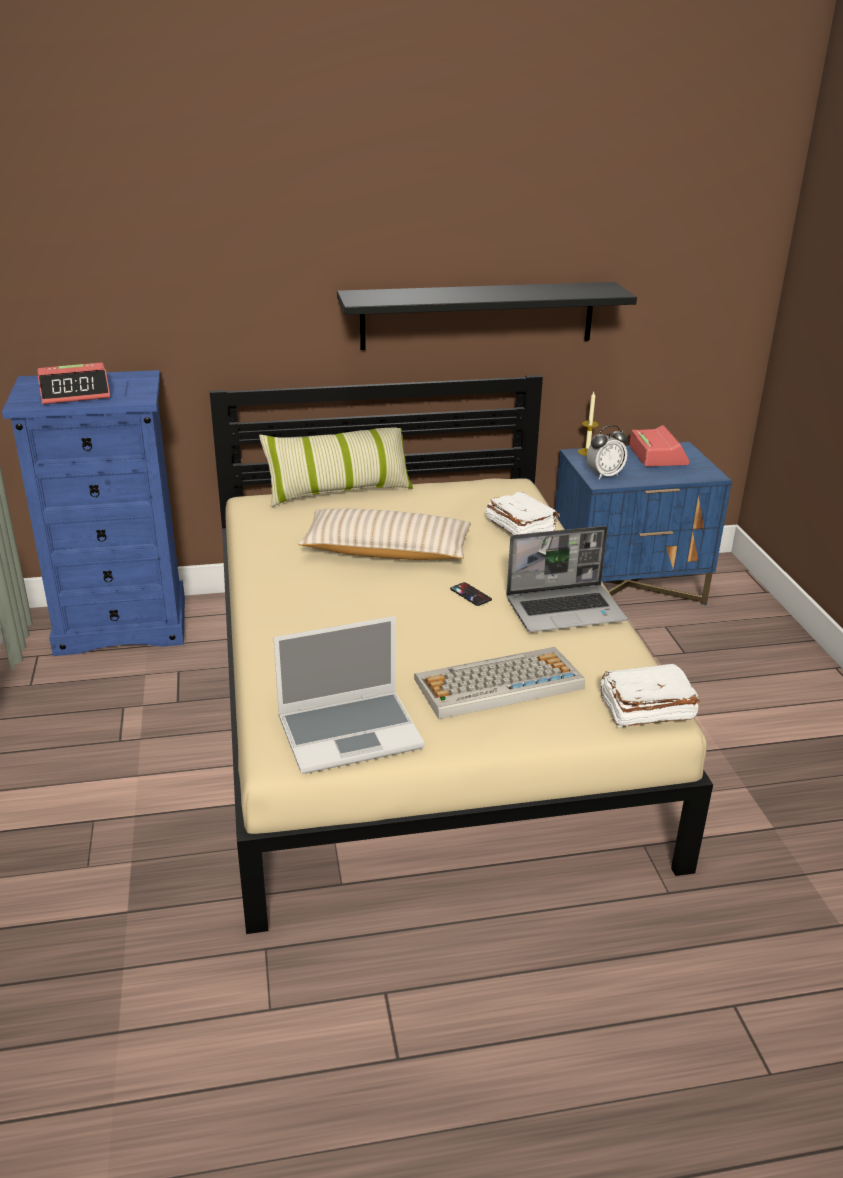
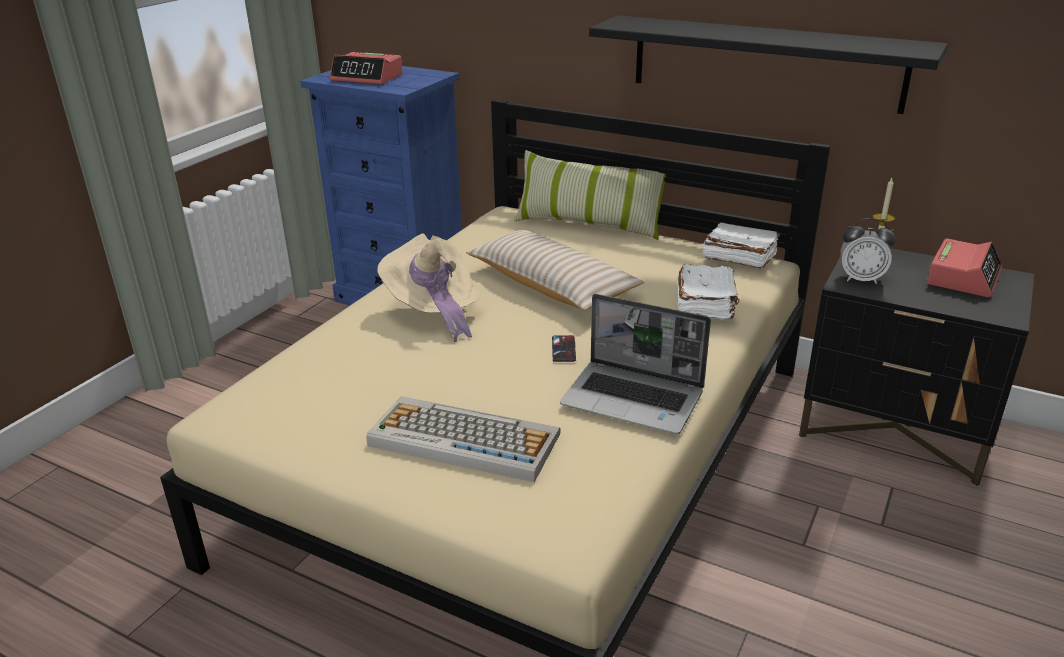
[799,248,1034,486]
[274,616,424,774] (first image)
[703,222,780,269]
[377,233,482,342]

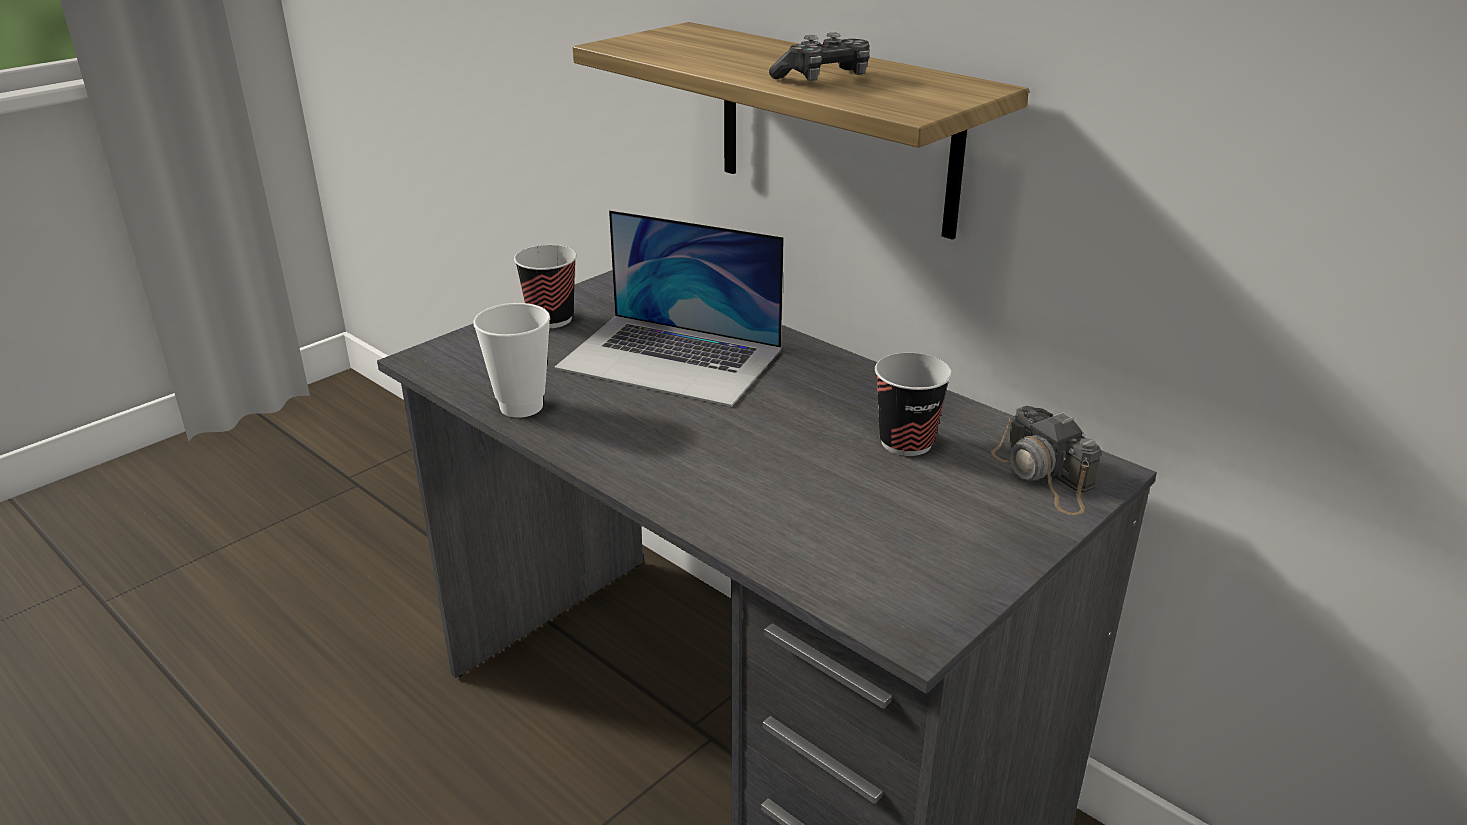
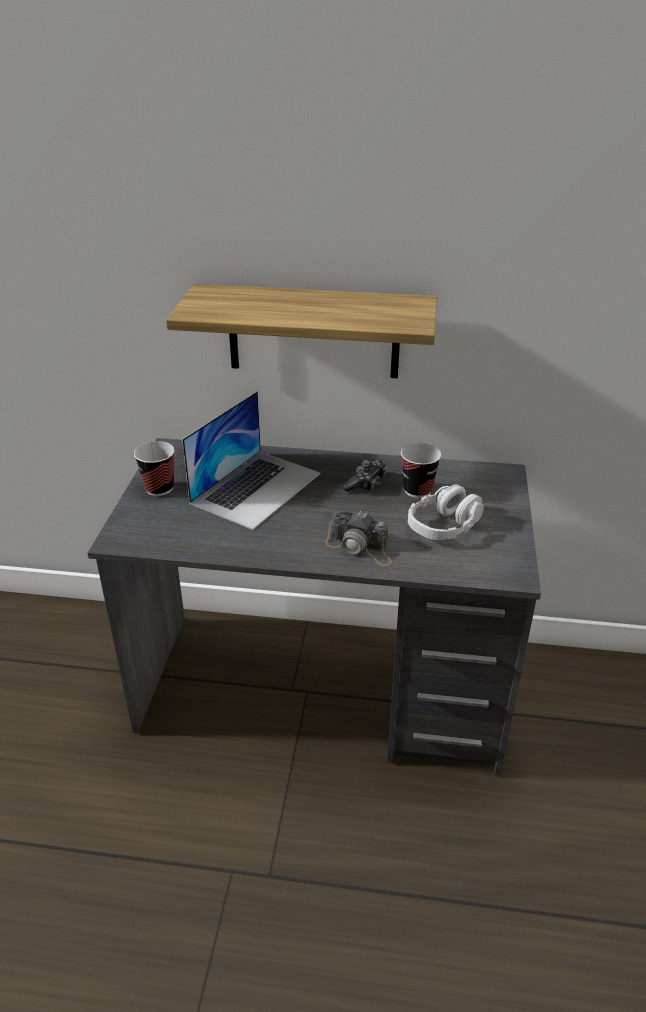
[342,459,387,492]
[182,391,320,530]
[473,303,550,418] (first image)
[325,511,392,566]
[408,484,484,540]

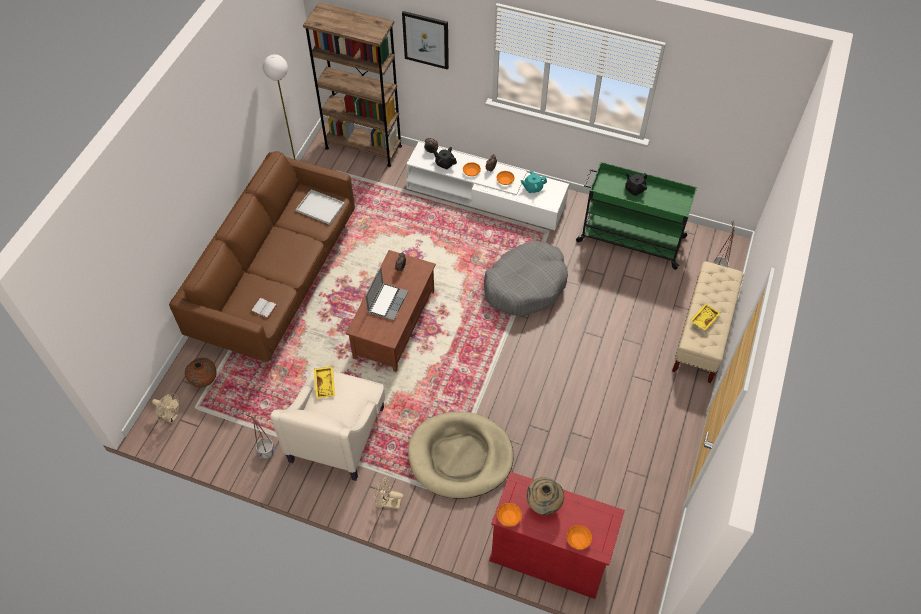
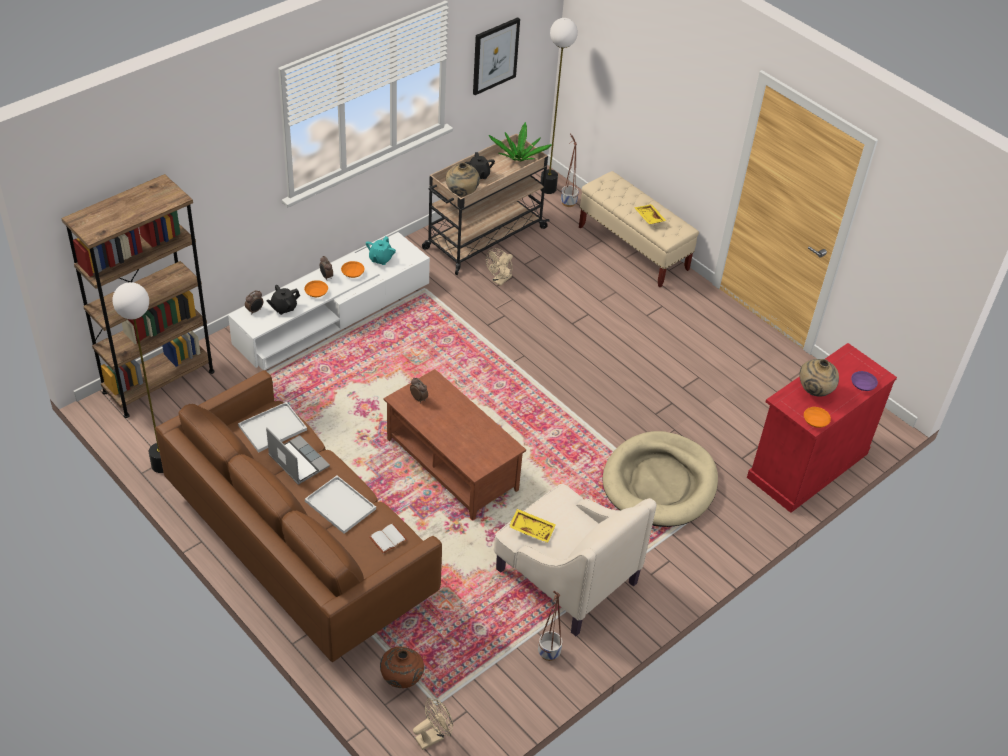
[473,17,520,95]
[422,134,549,275]
[484,240,568,316] (first image)
[266,427,330,485]
[486,248,513,286]
[851,371,878,391]
[540,18,578,194]
[489,122,552,162]
[446,163,480,197]
[305,476,376,534]

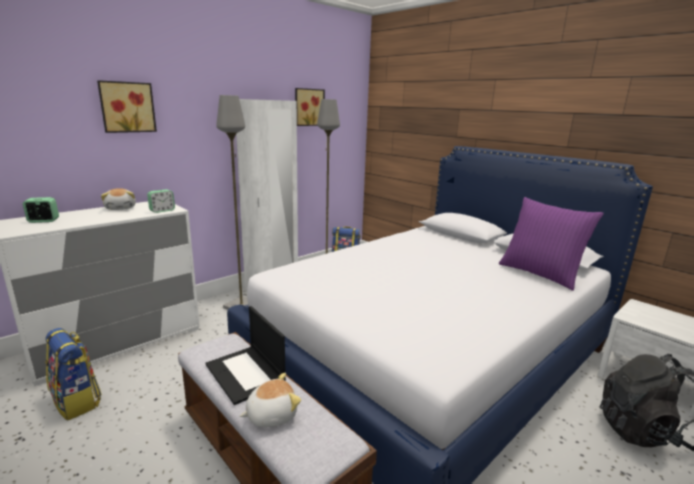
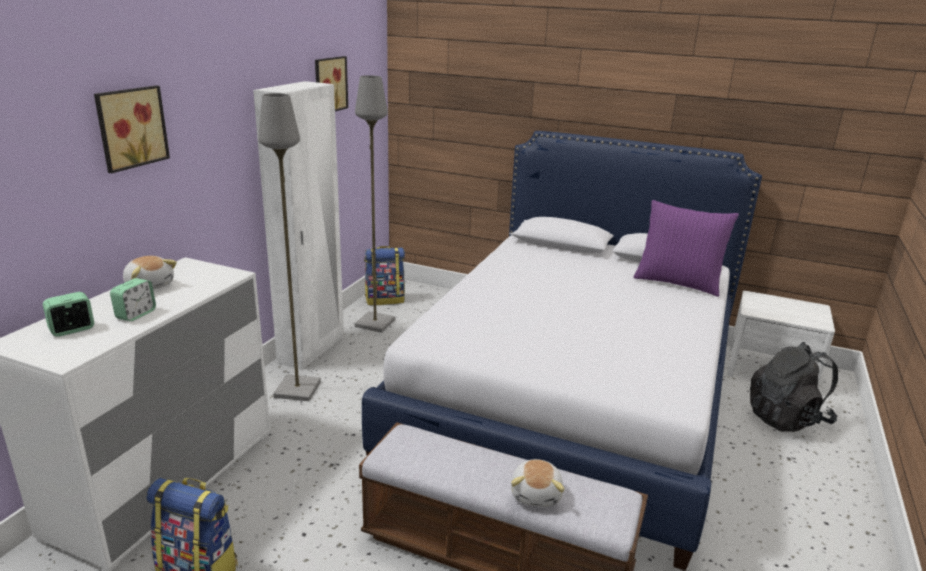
[110,278,156,321]
[206,306,286,405] (first image)
[511,459,565,507]

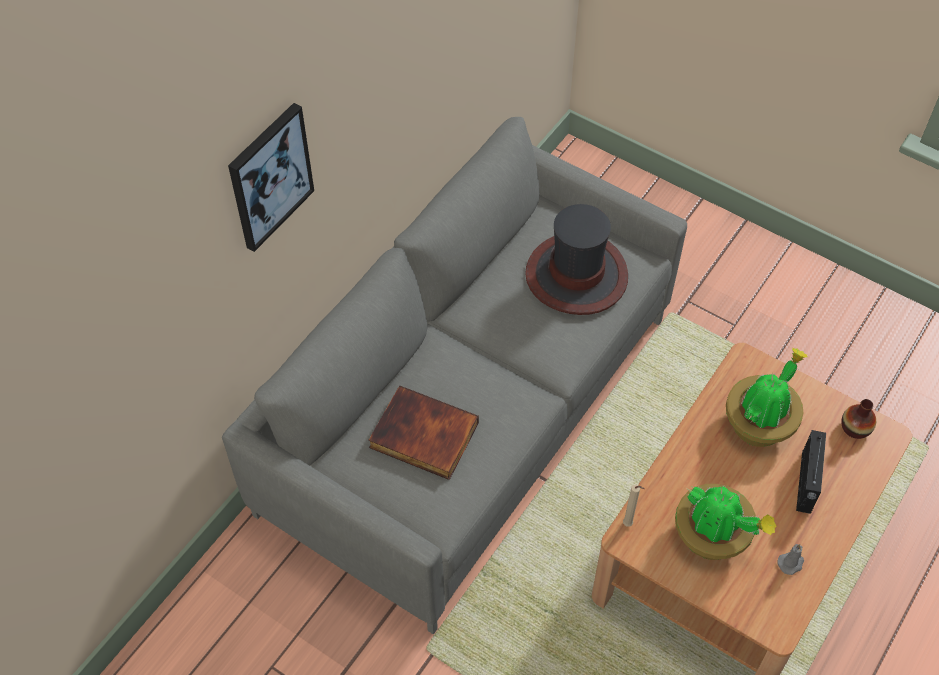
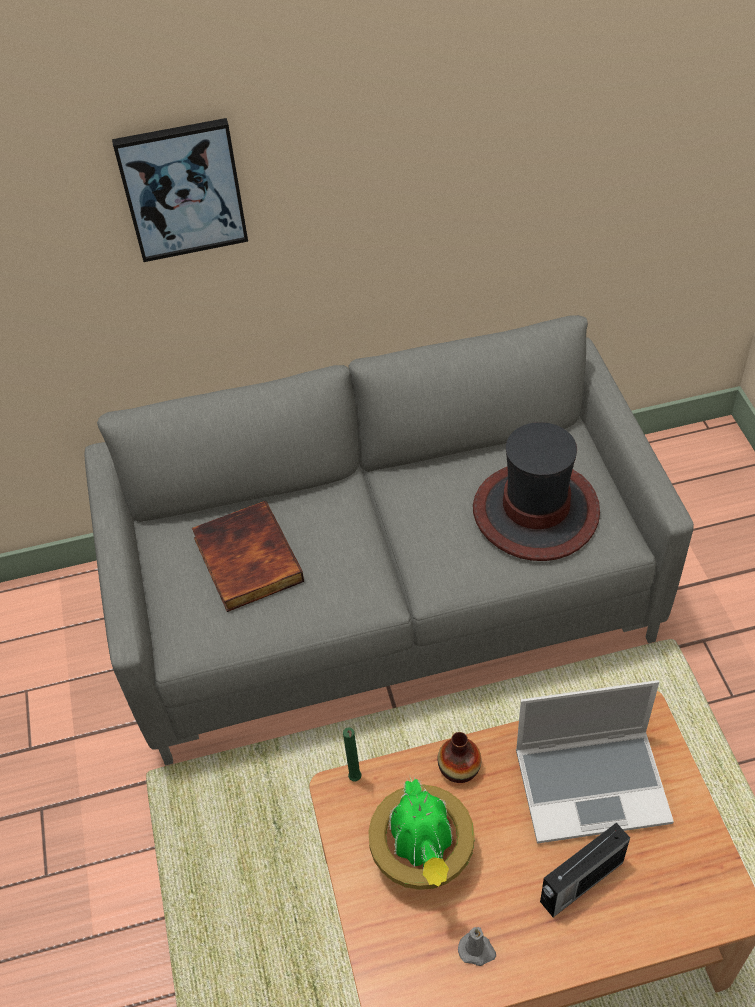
[516,680,674,844]
[438,732,481,783]
[343,728,362,782]

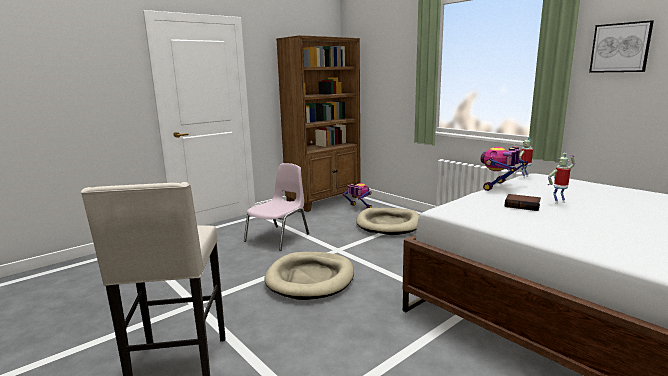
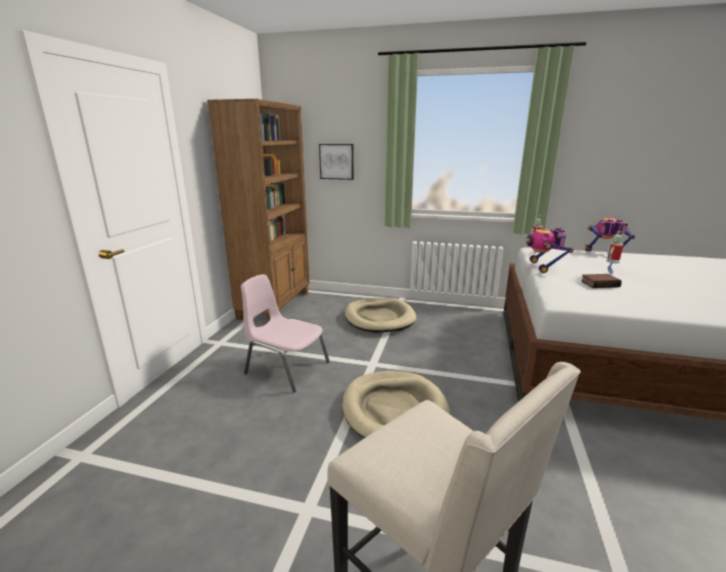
[319,144,354,180]
[241,275,330,392]
[585,218,635,251]

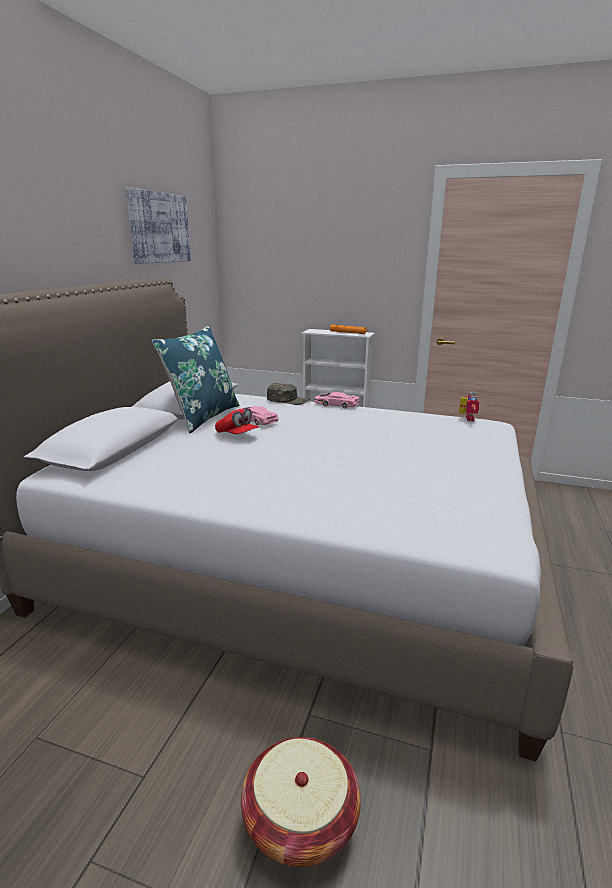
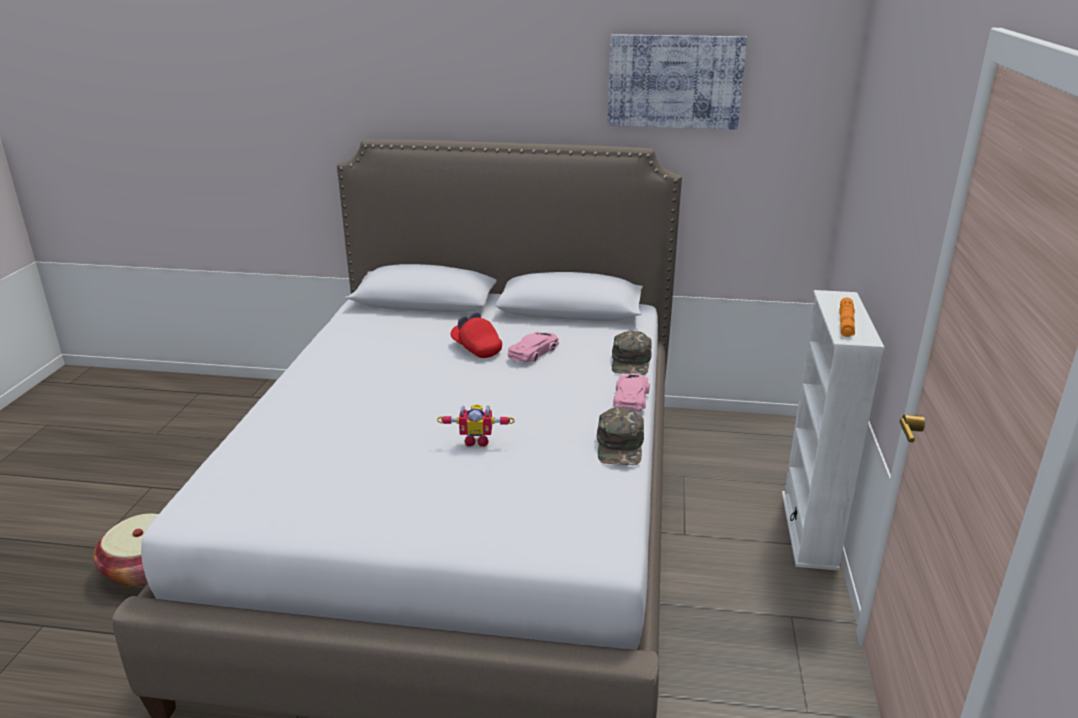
[152,325,240,433] (first image)
[437,404,515,447]
[451,312,502,358]
[597,407,644,465]

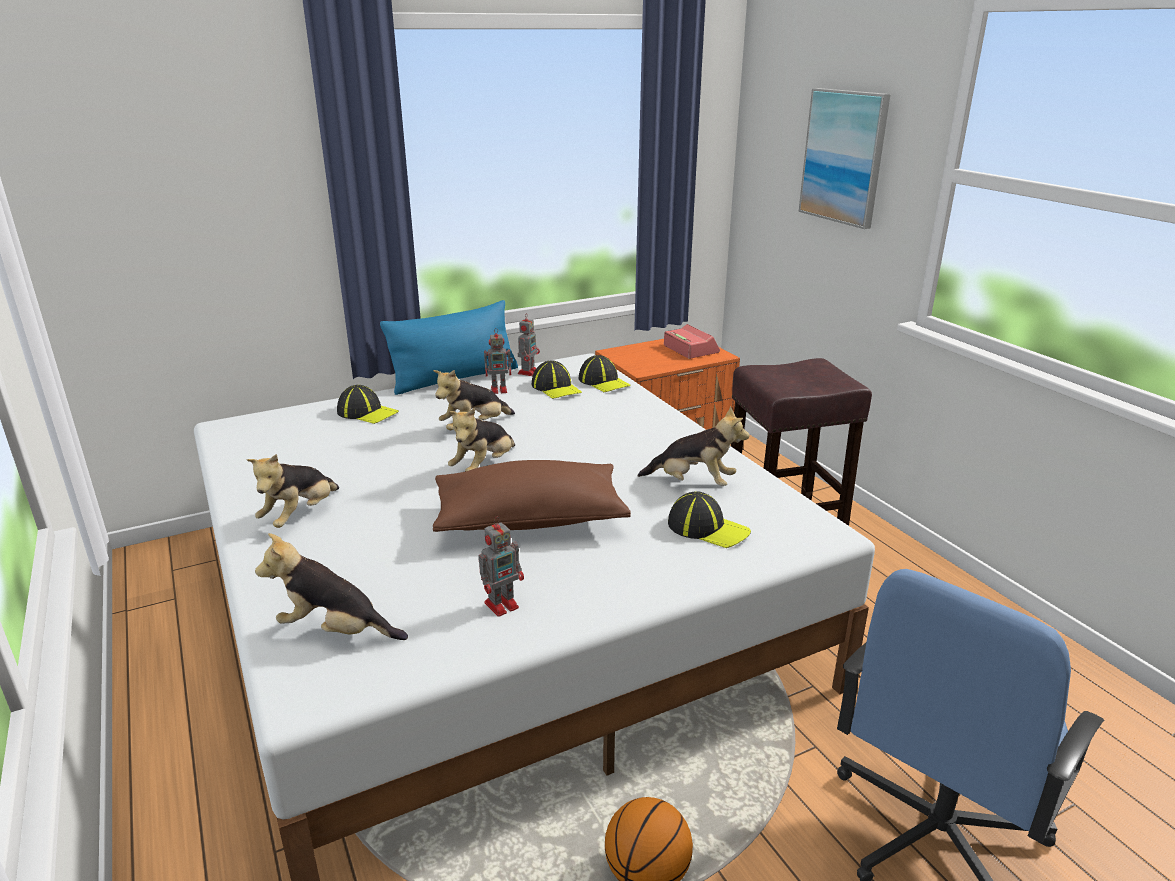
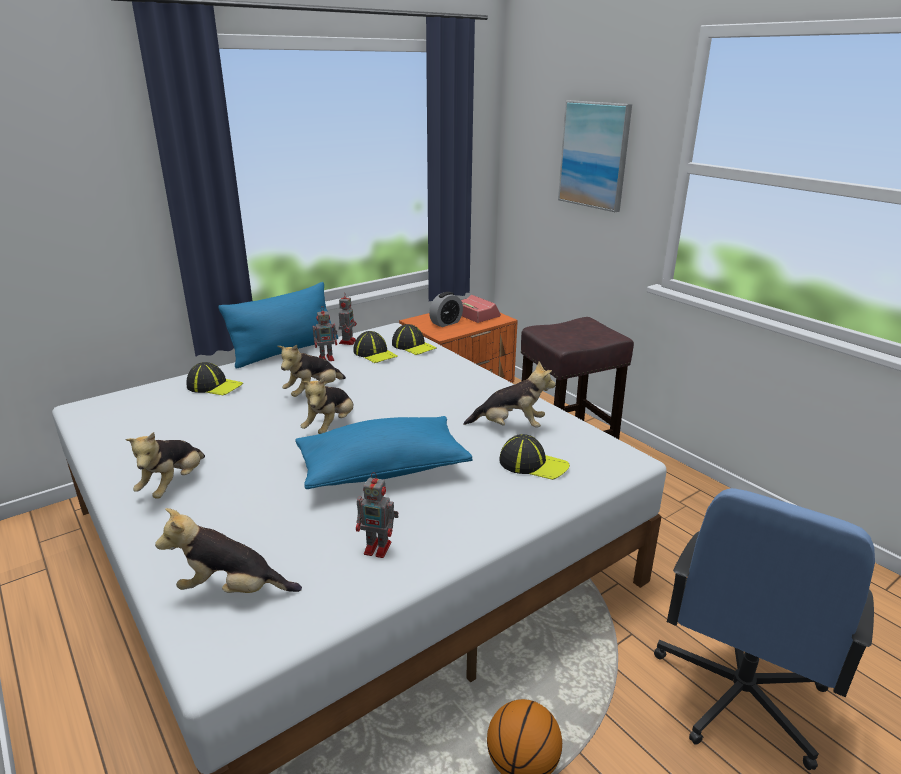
[295,416,473,489]
[356,472,399,558]
[429,292,463,327]

